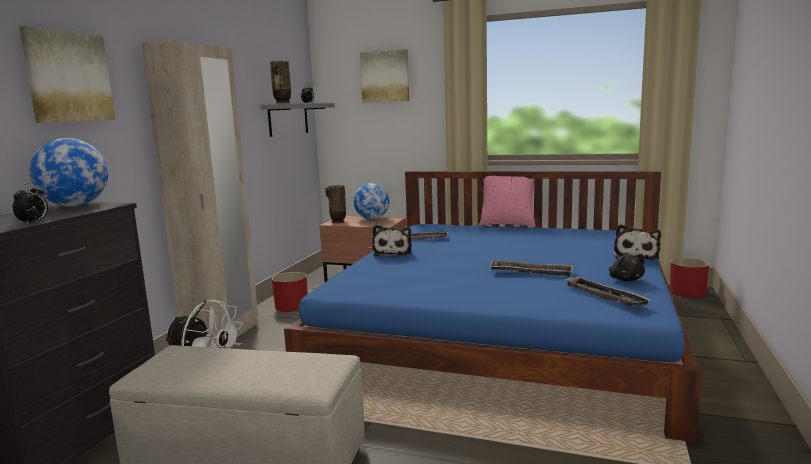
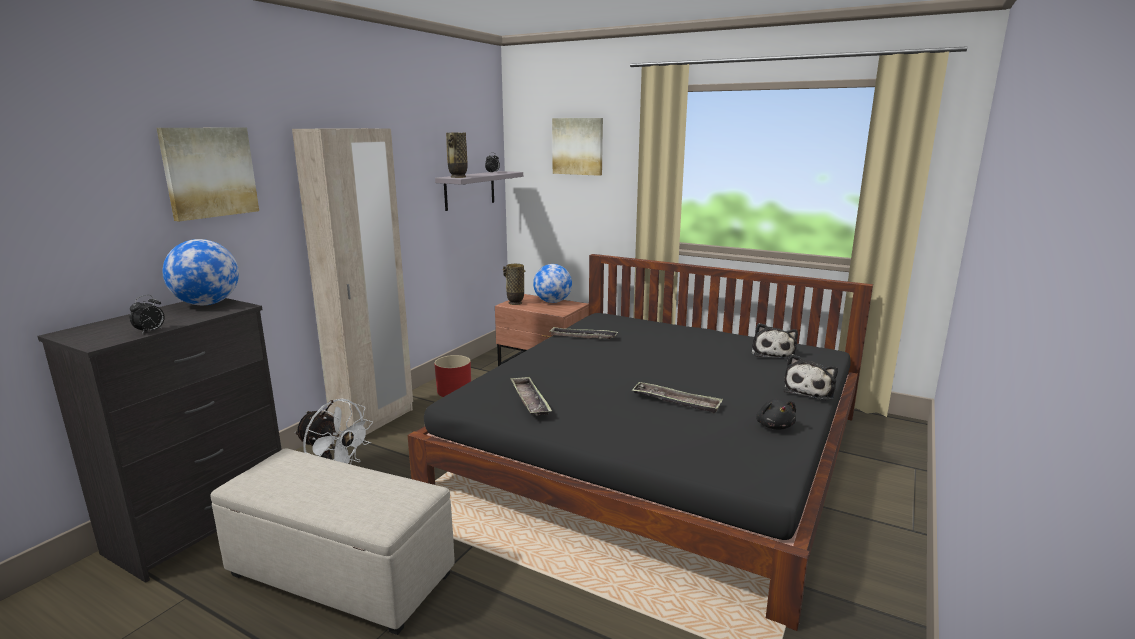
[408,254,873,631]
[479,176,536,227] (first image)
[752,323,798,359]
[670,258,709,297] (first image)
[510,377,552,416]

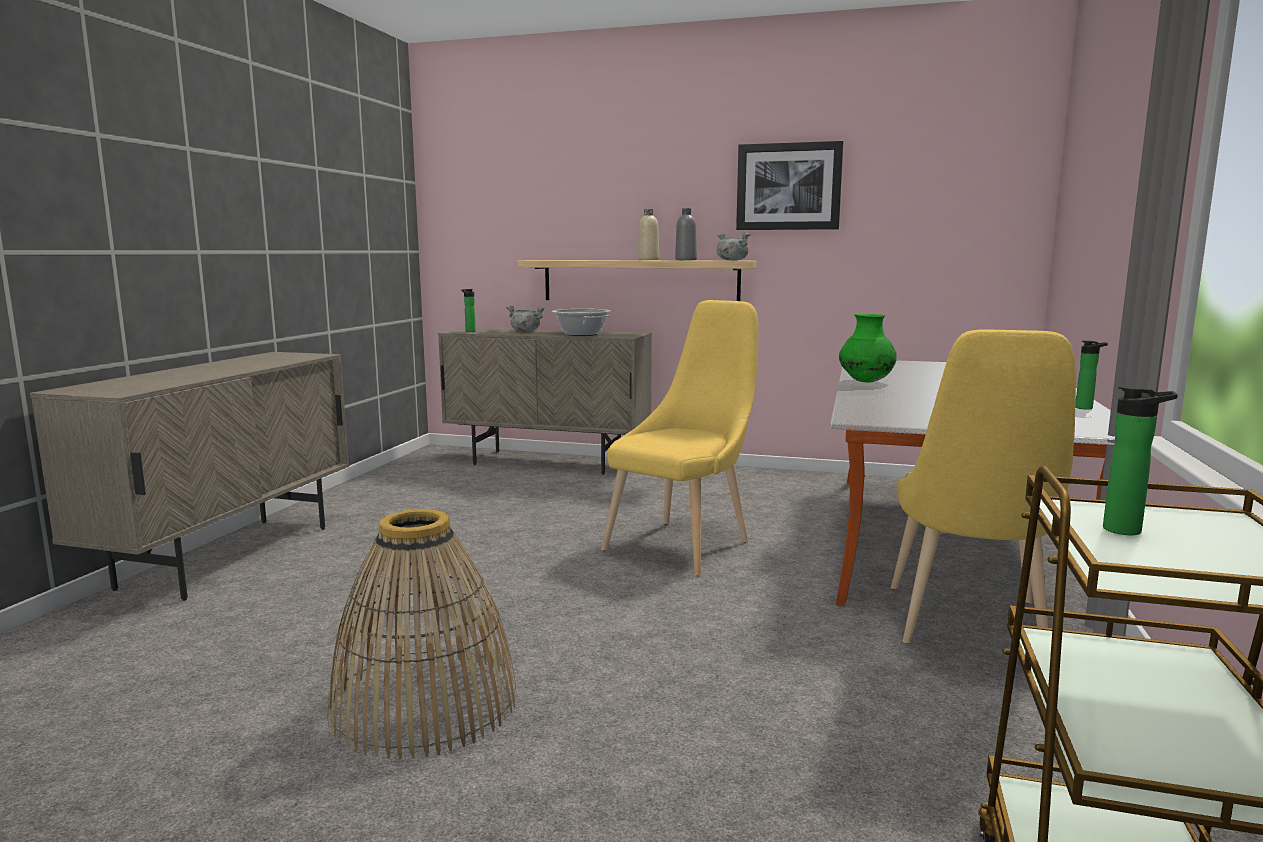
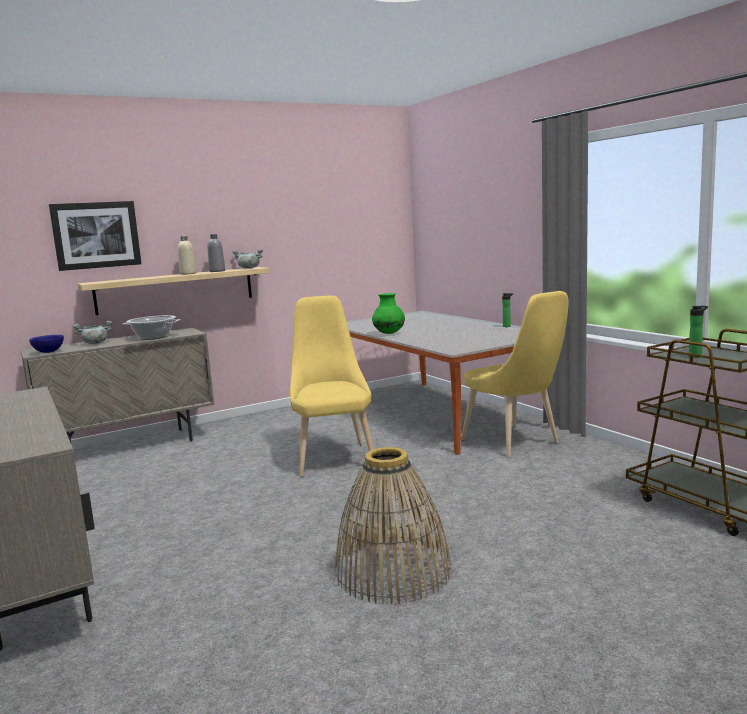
[49,201,142,271]
[29,335,64,353]

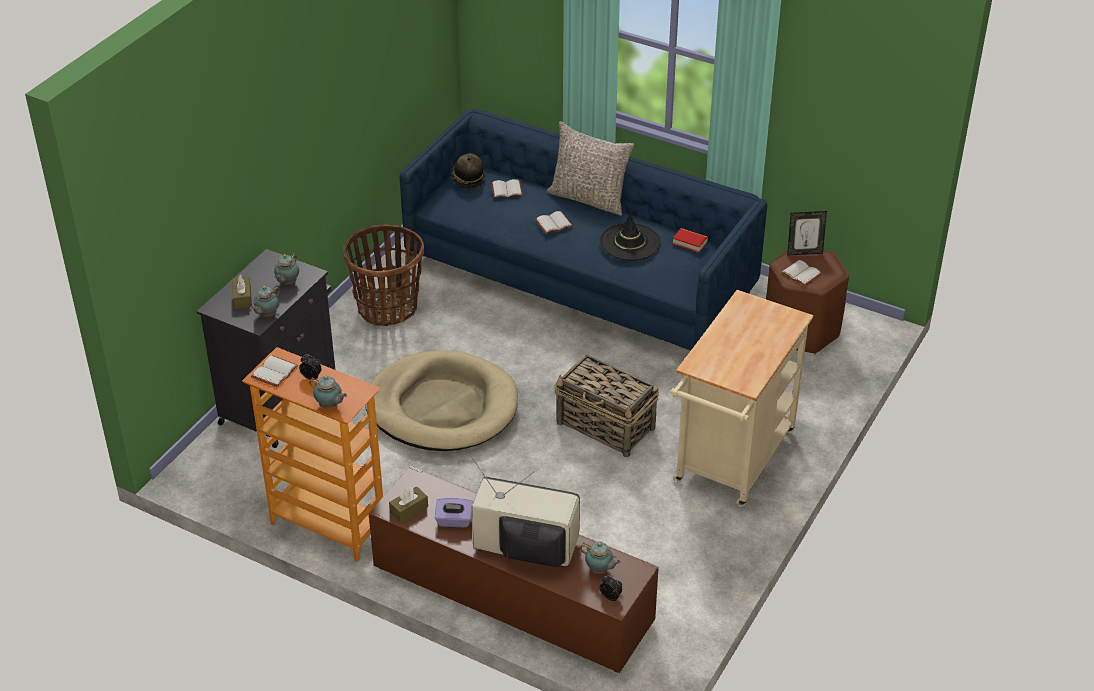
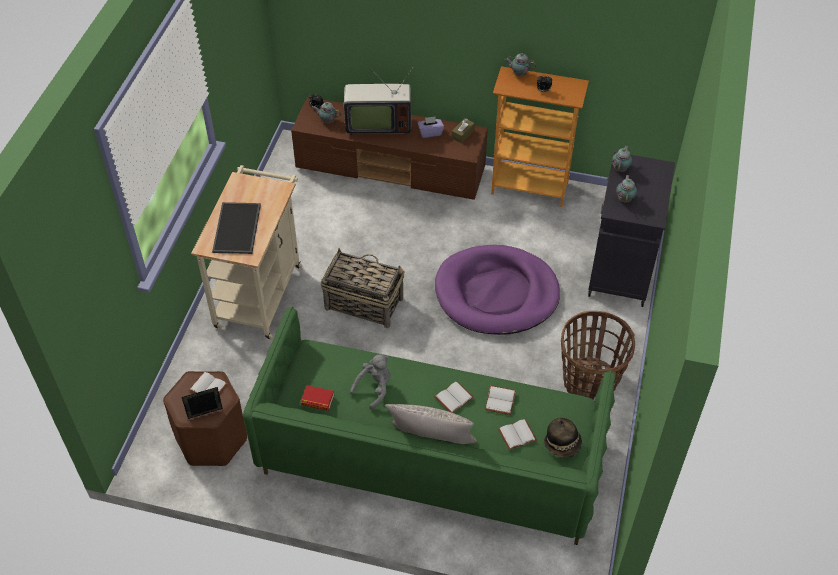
[243,307,616,545]
[350,355,391,410]
[232,275,252,309] (first image)
[435,245,560,335]
[485,385,516,415]
[212,202,261,254]

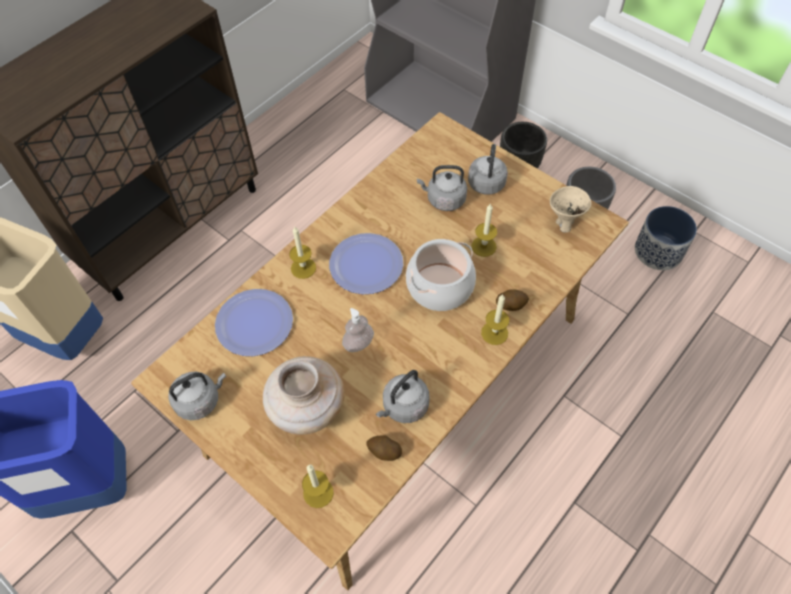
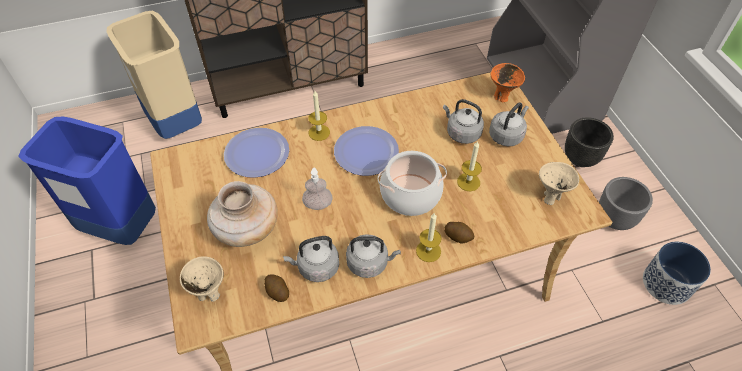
[346,234,401,278]
[180,256,224,302]
[491,63,525,102]

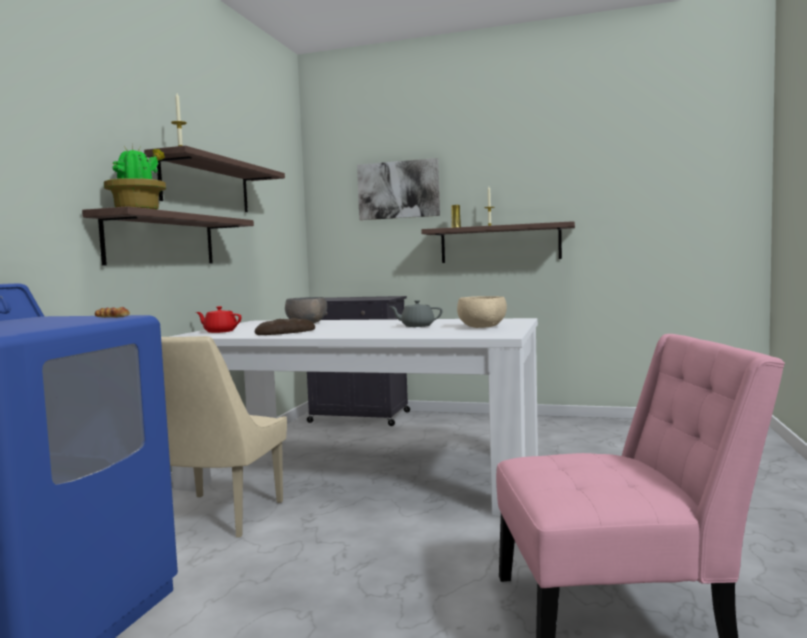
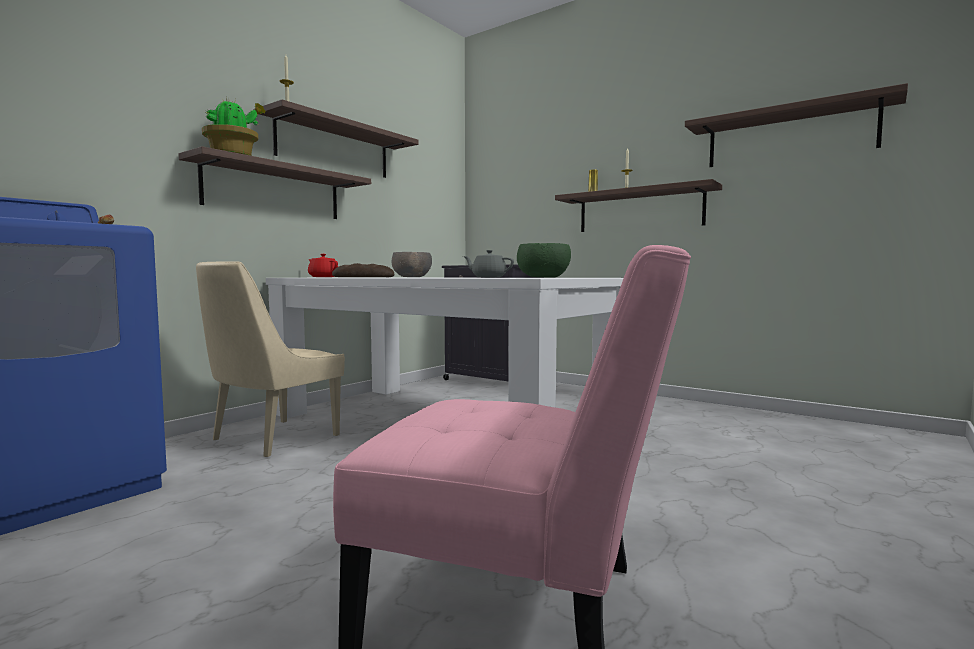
[357,158,440,220] (first image)
[517,243,571,278]
[685,83,908,167]

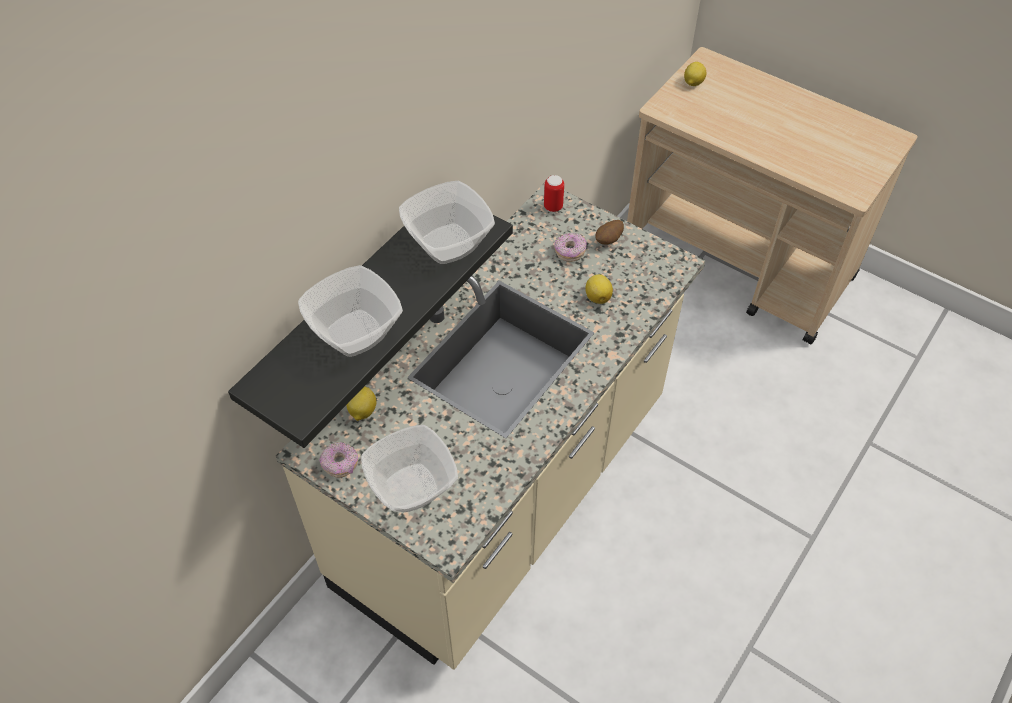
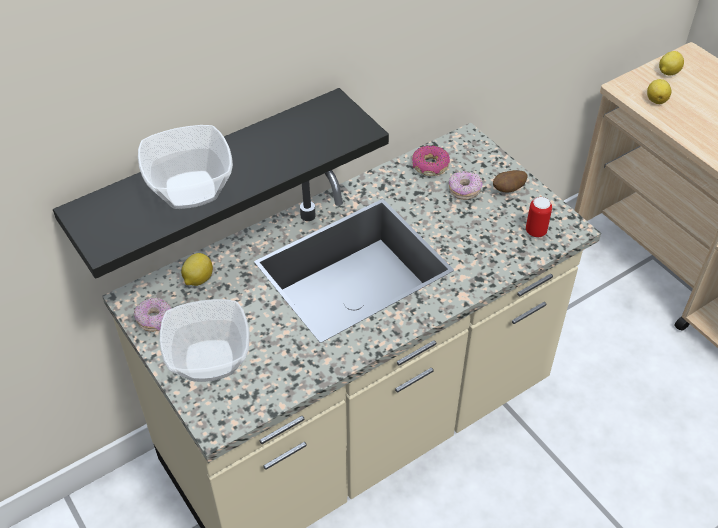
[526,197,552,237]
[399,181,495,264] (first image)
[647,79,671,104]
[412,145,450,176]

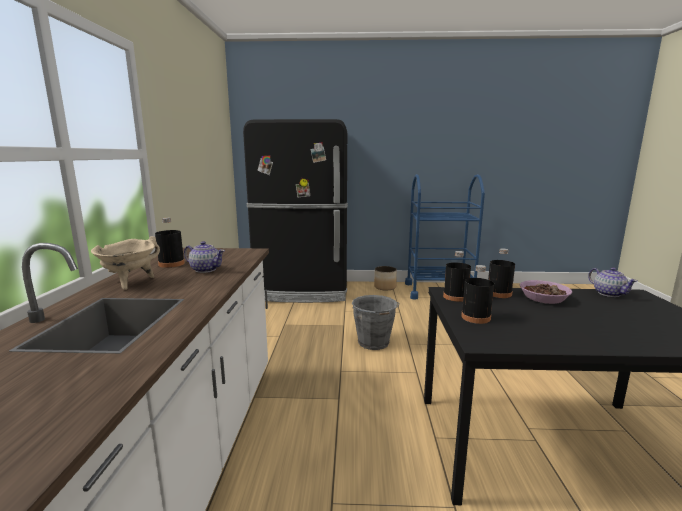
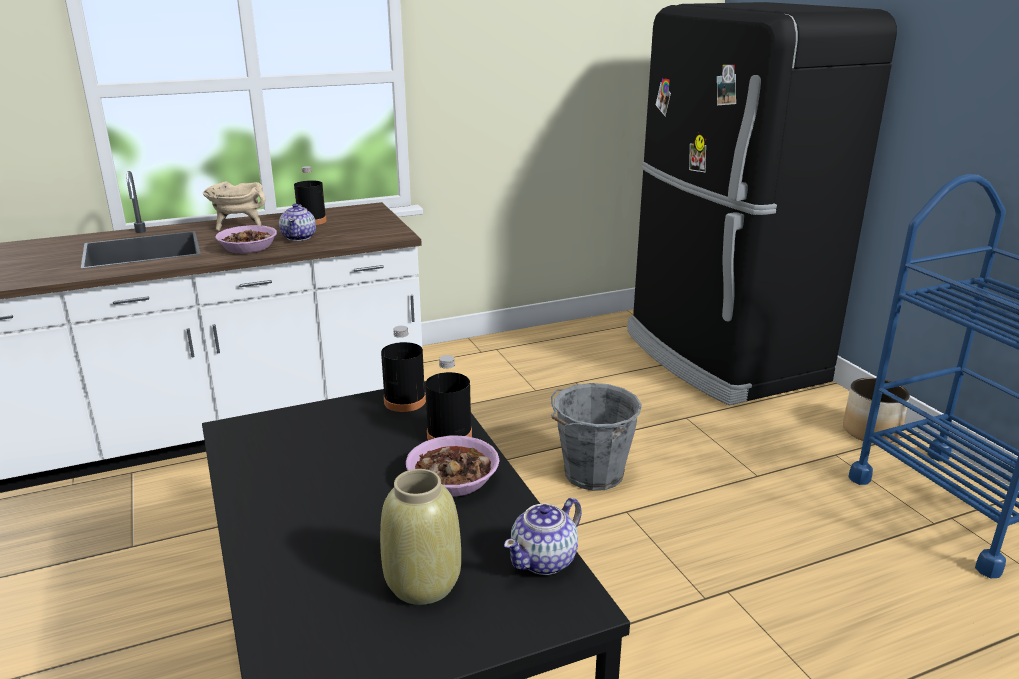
[461,265,494,324] (first image)
[215,225,277,253]
[380,469,461,605]

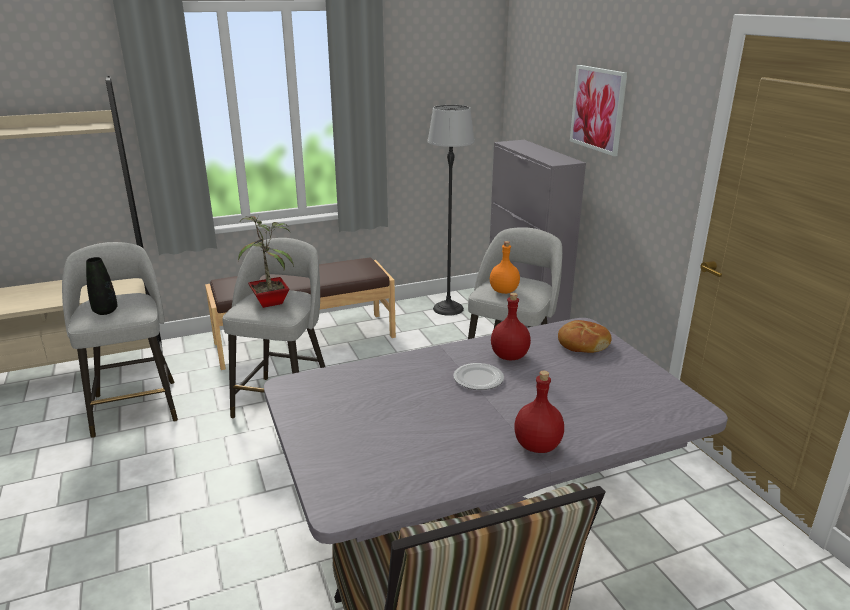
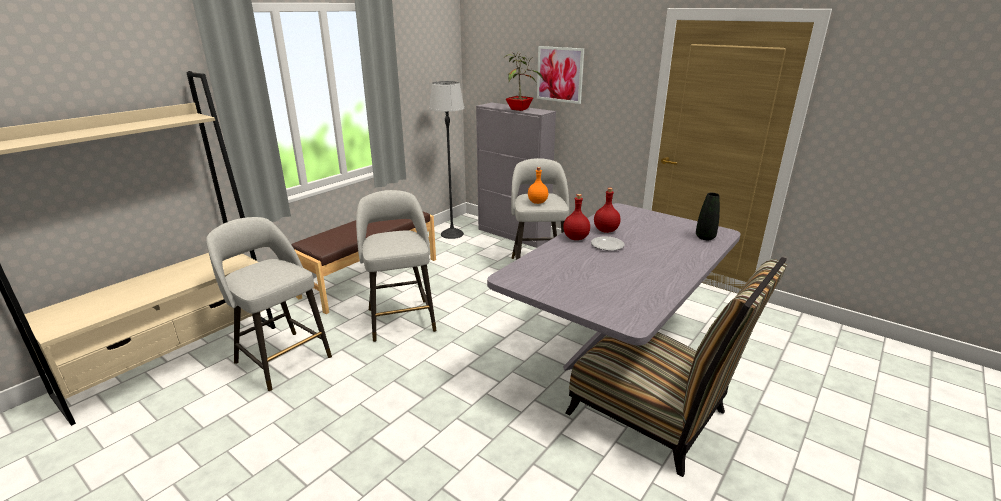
[505,52,543,111]
[696,193,720,240]
[558,320,612,353] (first image)
[563,194,590,240]

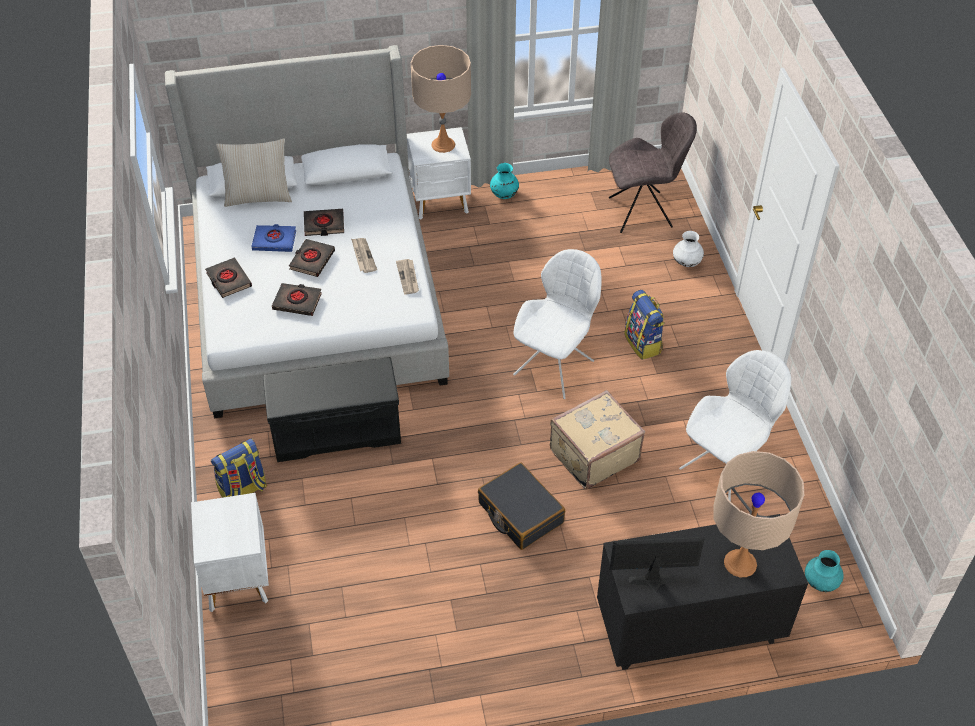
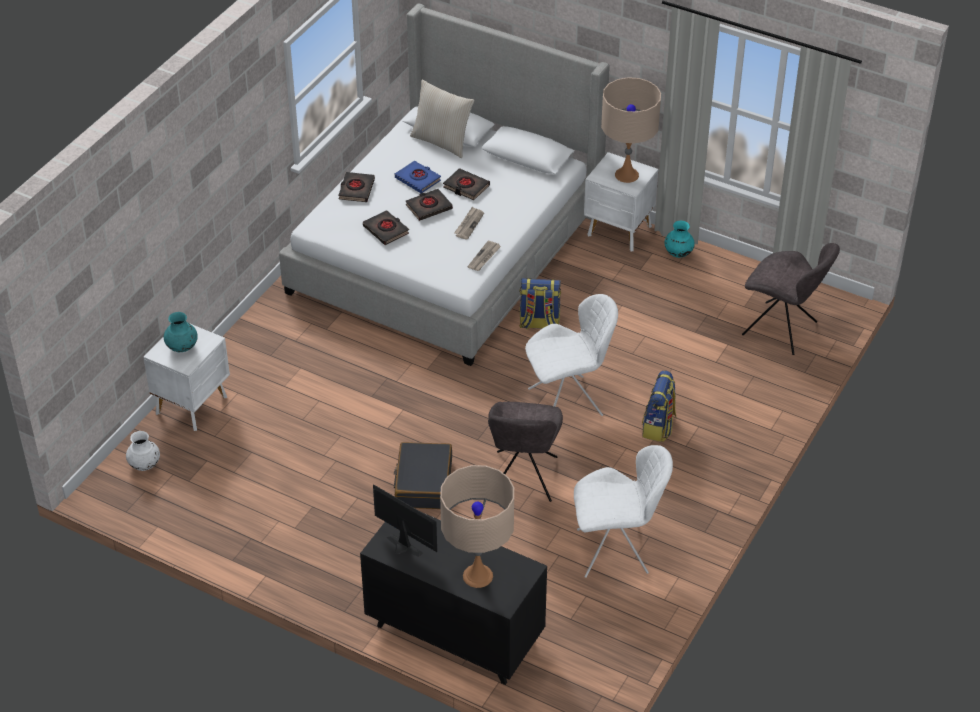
[126,431,160,471]
[263,357,401,462] (first image)
[488,402,563,502]
[519,278,561,330]
[164,312,198,352]

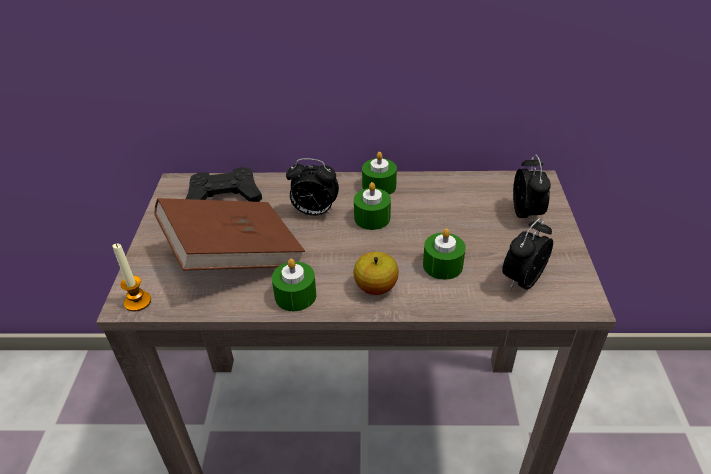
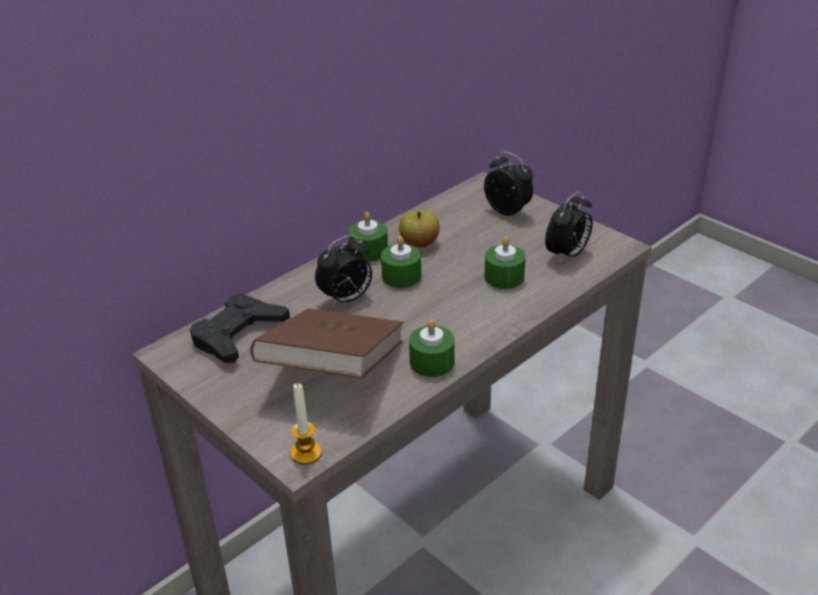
[545,191,593,264]
[399,210,440,248]

